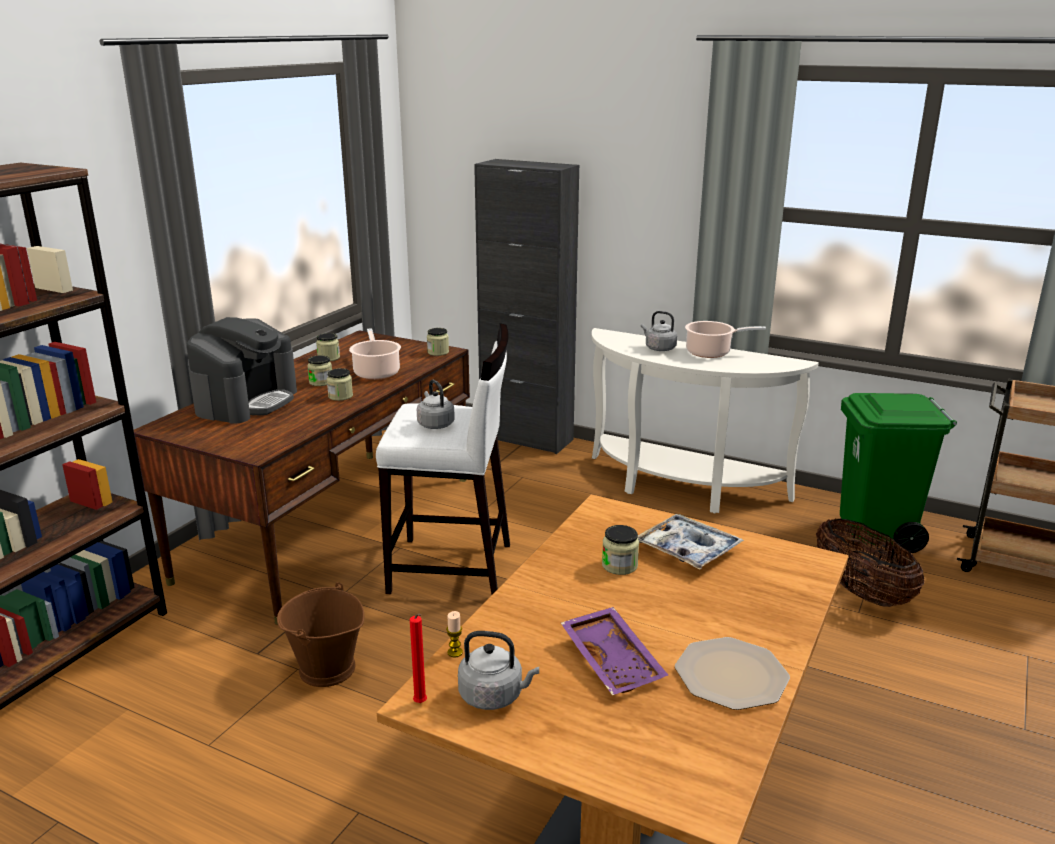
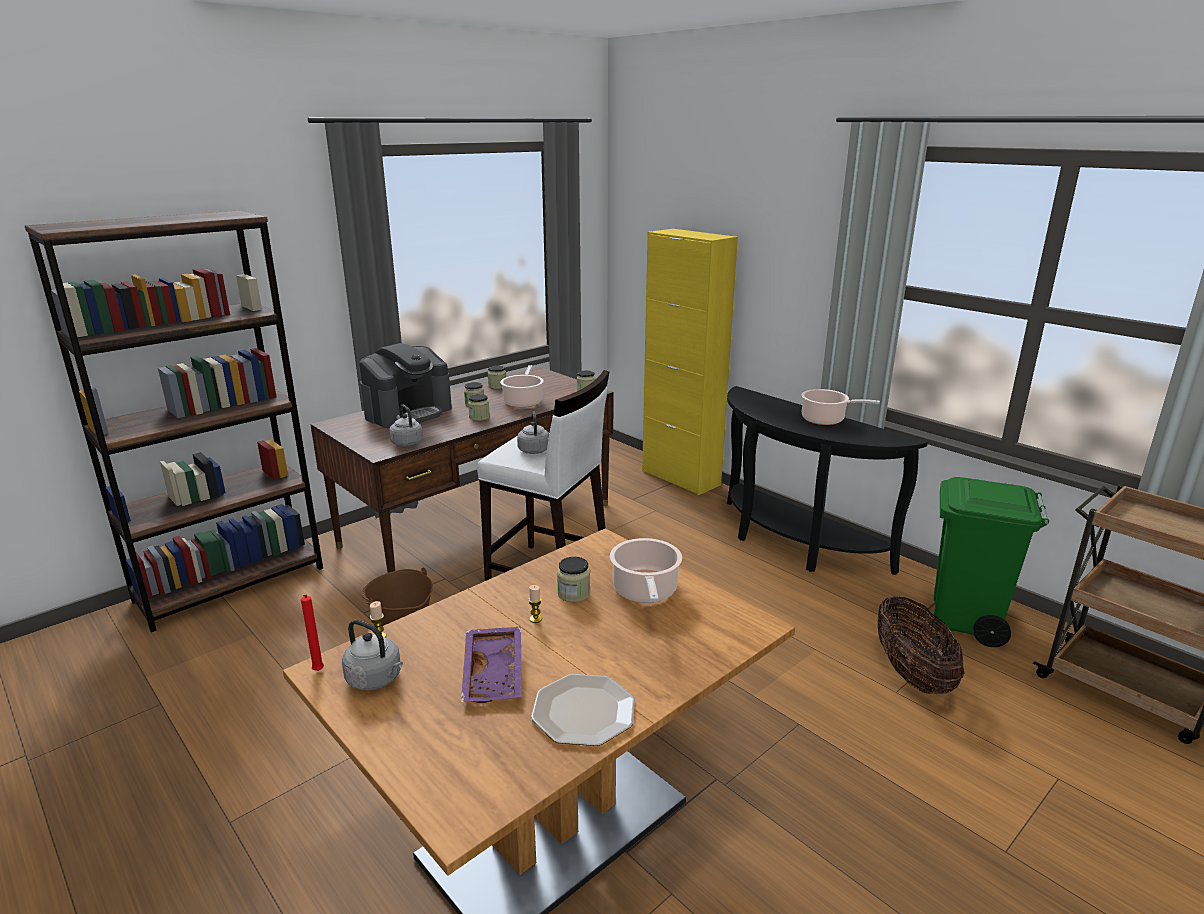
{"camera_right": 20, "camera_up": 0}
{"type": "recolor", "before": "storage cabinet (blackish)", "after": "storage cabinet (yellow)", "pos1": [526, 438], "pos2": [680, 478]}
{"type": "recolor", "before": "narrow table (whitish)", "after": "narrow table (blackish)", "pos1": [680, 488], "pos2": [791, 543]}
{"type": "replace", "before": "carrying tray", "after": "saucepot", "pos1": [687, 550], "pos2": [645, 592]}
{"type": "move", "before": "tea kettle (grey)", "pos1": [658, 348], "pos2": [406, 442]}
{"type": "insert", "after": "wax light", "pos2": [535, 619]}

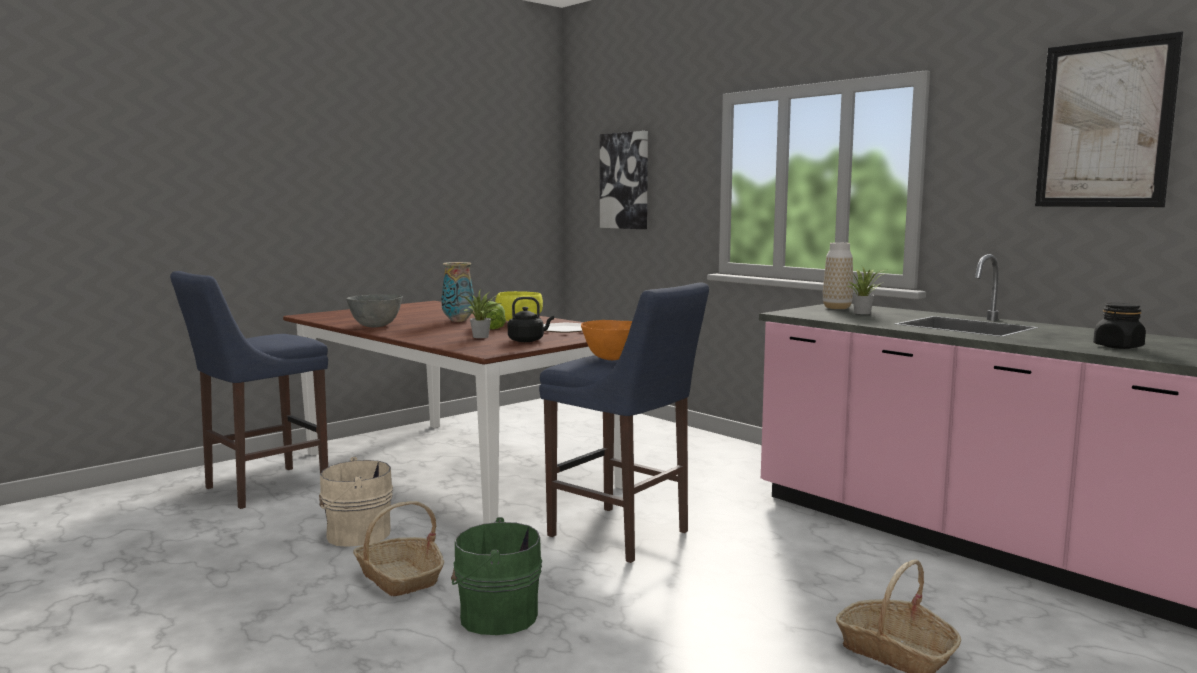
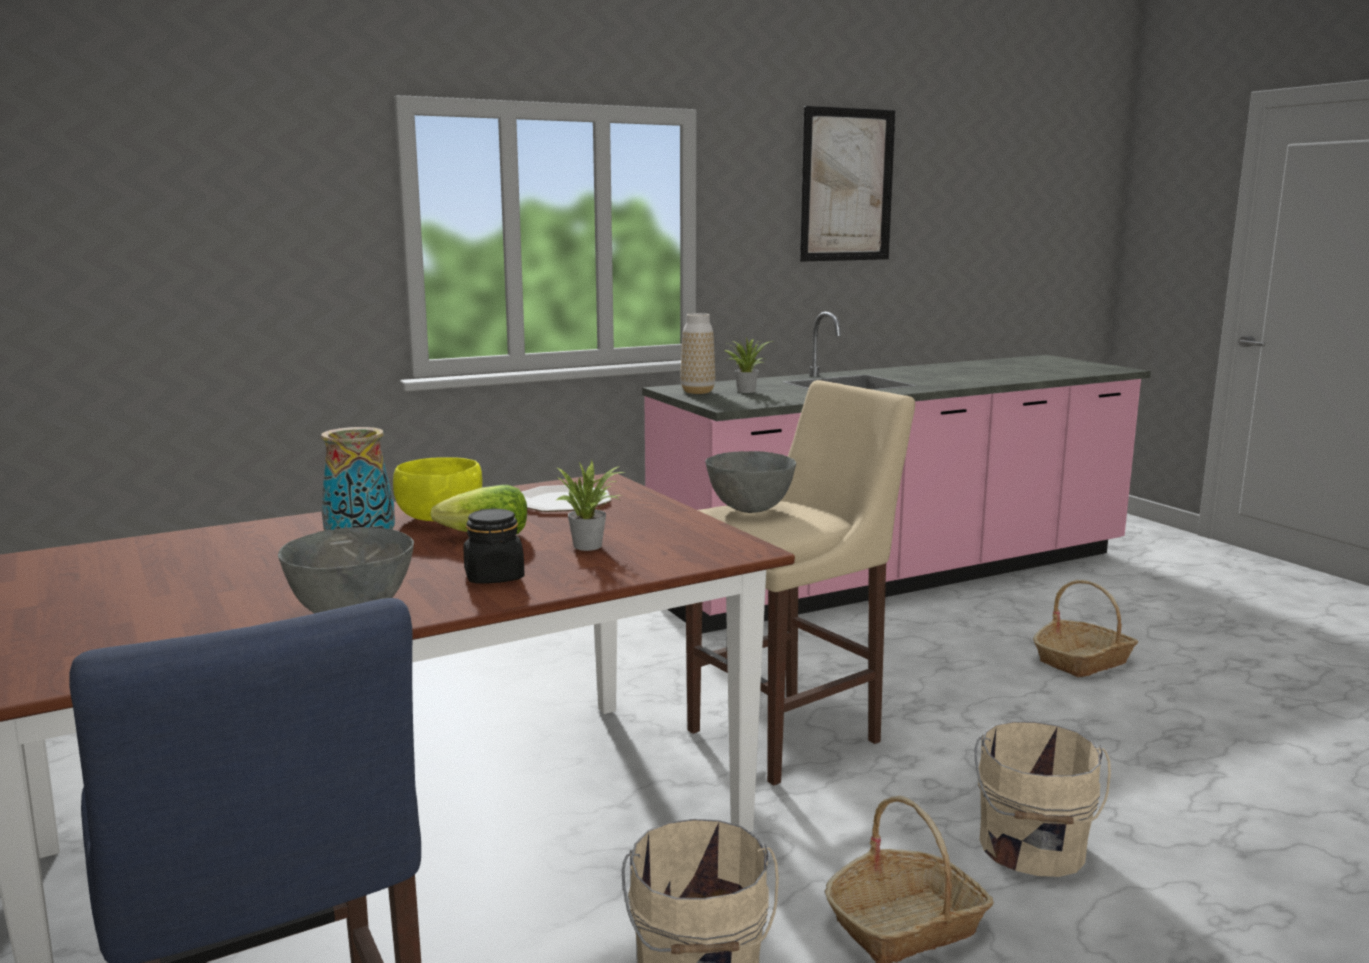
{"camera_right": -75, "camera_up": 5}
{"type": "recolor", "before": "water bucket (green)", "after": "water bucket (sand-coloured)", "pos1": [495, 616], "pos2": [1031, 849]}
{"type": "delete", "before": "tea kettle (blackish)", "pos1": [528, 340]}
{"type": "recolor", "before": "stool (blue-coloured)", "after": "stool (sand-coloured)", "pos1": [623, 535], "pos2": [791, 734]}
{"type": "recolor", "before": "deep dish (orange)", "after": "deep dish (grey)", "pos1": [612, 358], "pos2": [750, 509]}
{"type": "delete", "before": "wall art", "pos1": [625, 181]}
{"type": "move", "before": "preserve jar (blackish)", "pos1": [1118, 347], "pos2": [494, 577]}

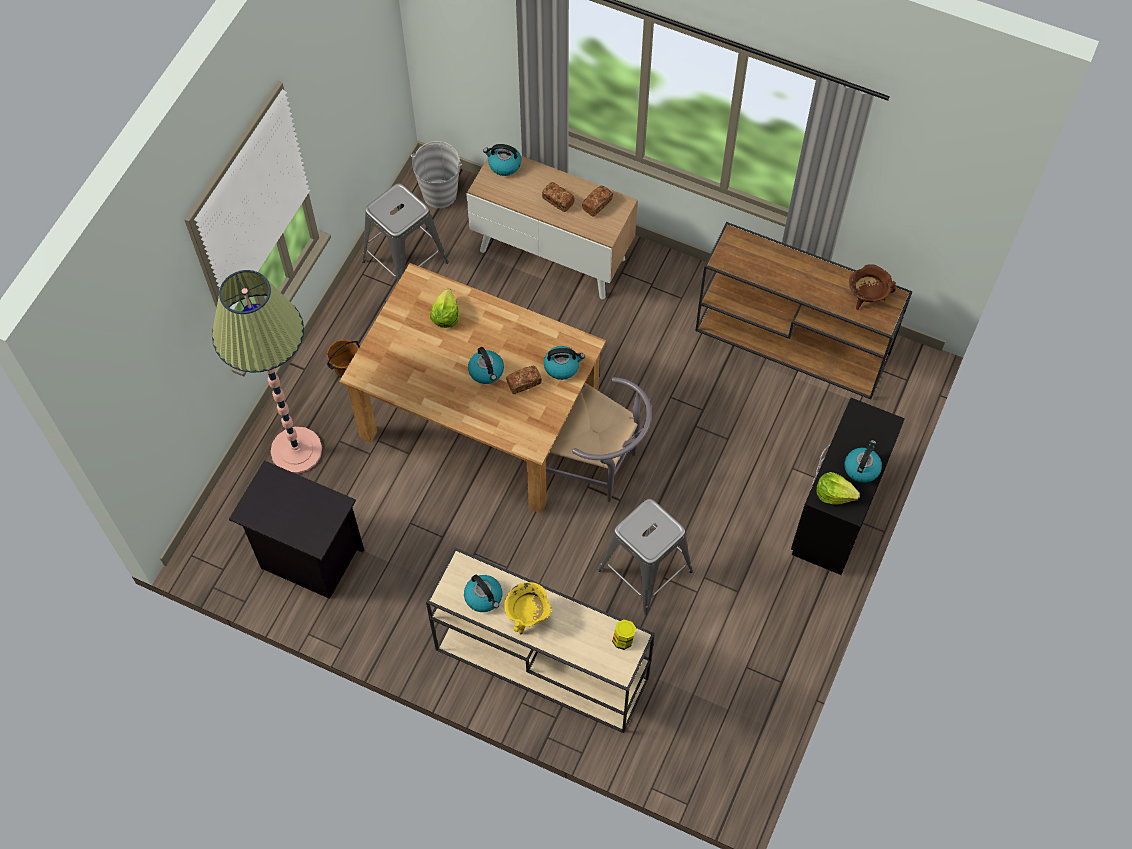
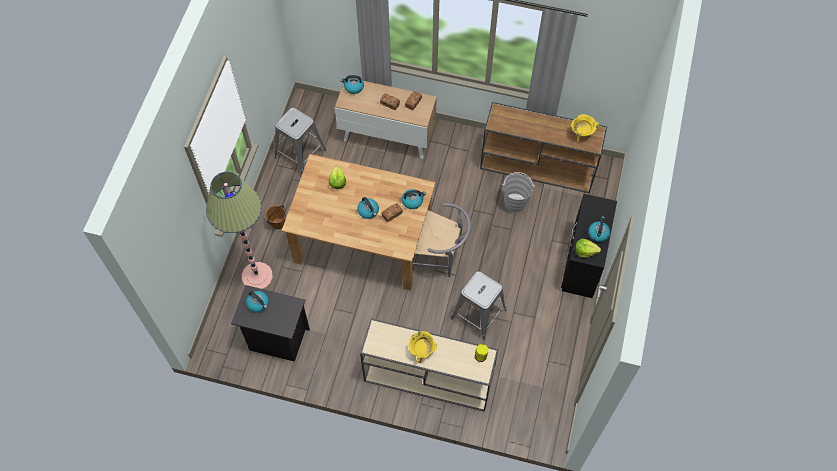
{"camera_right": -10, "camera_up": 0}
{"type": "move", "before": "water bucket (grey)", "pos1": [440, 194], "pos2": [515, 203]}
{"type": "move", "before": "tea kettle", "pos1": [484, 597], "pos2": [258, 303]}
{"type": "recolor", "before": "saucepot (brownish)", "after": "saucepot (yellow)", "pos1": [866, 298], "pos2": [581, 134]}

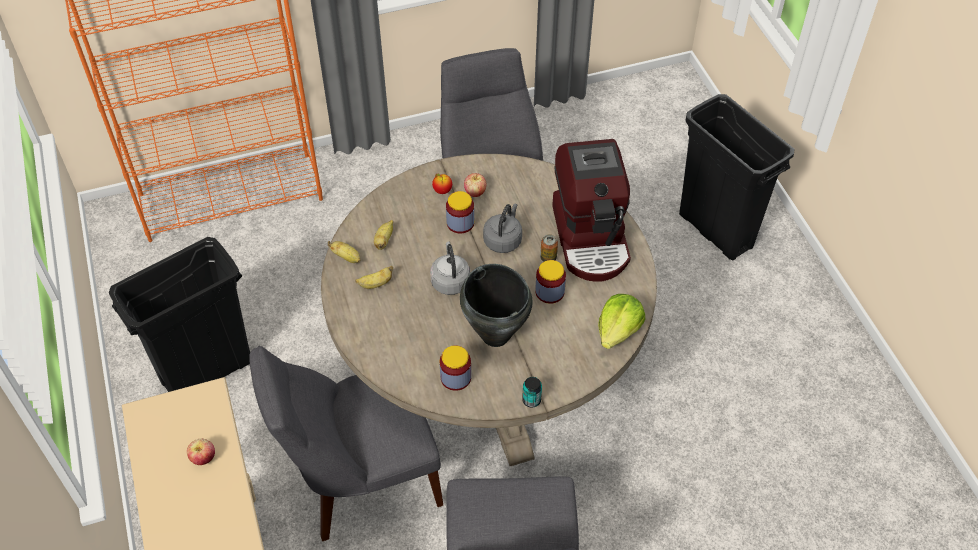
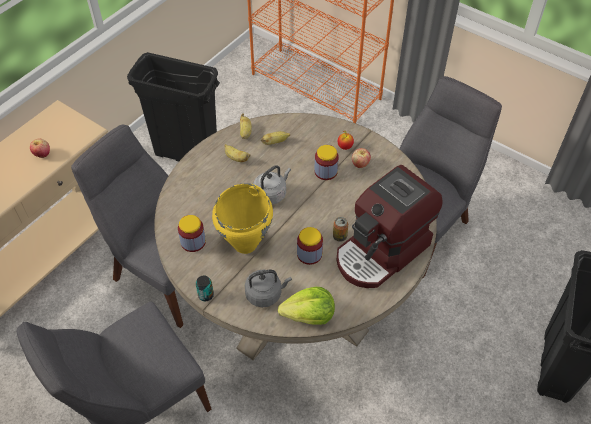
{"camera_right": 55, "camera_up": 0}
{"type": "recolor", "before": "saucepot (blackish)", "after": "saucepot (yellow)", "pos1": [496, 335], "pos2": [246, 244]}
{"type": "move", "before": "tea kettle (grey)", "pos1": [503, 240], "pos2": [265, 294]}

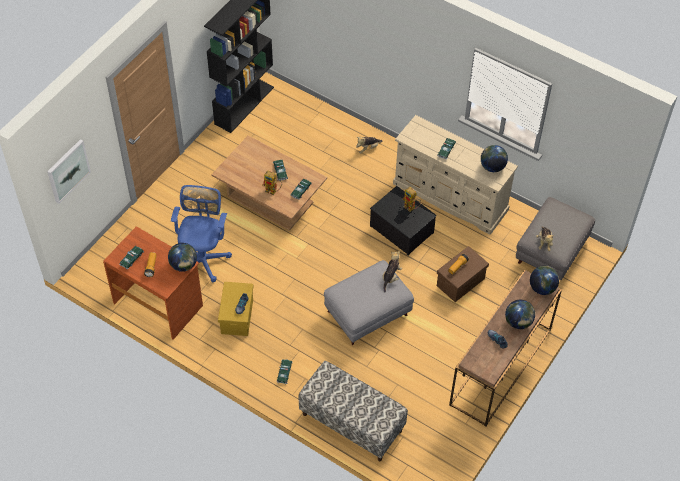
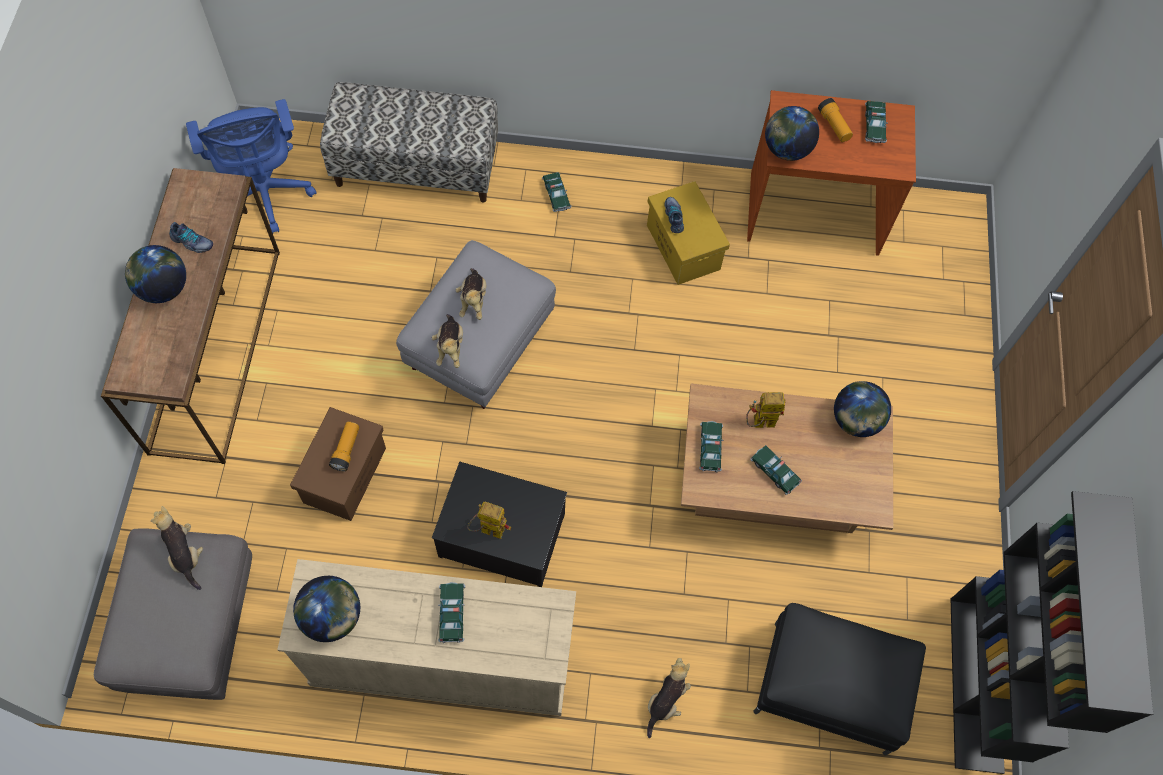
{"camera_right": 150, "camera_up": 10}
{"type": "delete", "before": "wall art", "pos1": [68, 170]}
{"type": "move", "before": "computer chair (blue-coloured)", "pos1": [203, 259], "pos2": [265, 195]}
{"type": "move", "before": "desk globe", "pos1": [542, 288], "pos2": [855, 421]}
{"type": "insert", "after": "plush toy", "pos2": [473, 301]}
{"type": "insert", "after": "pouffe (blackish)", "pos2": [829, 687]}

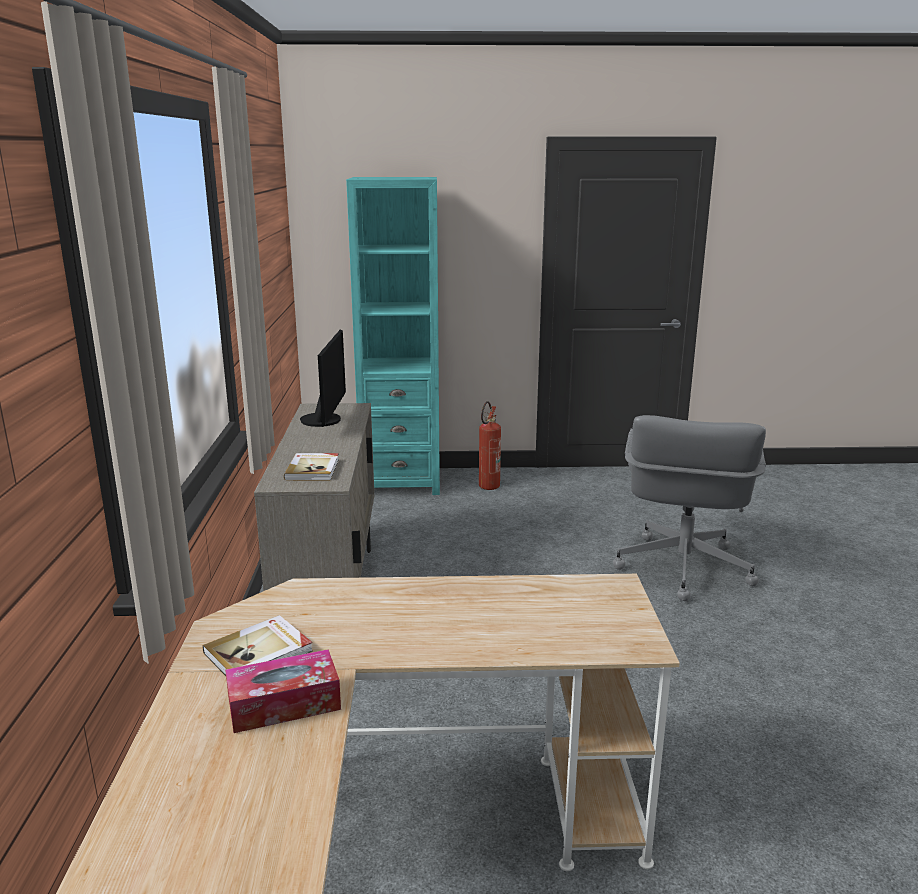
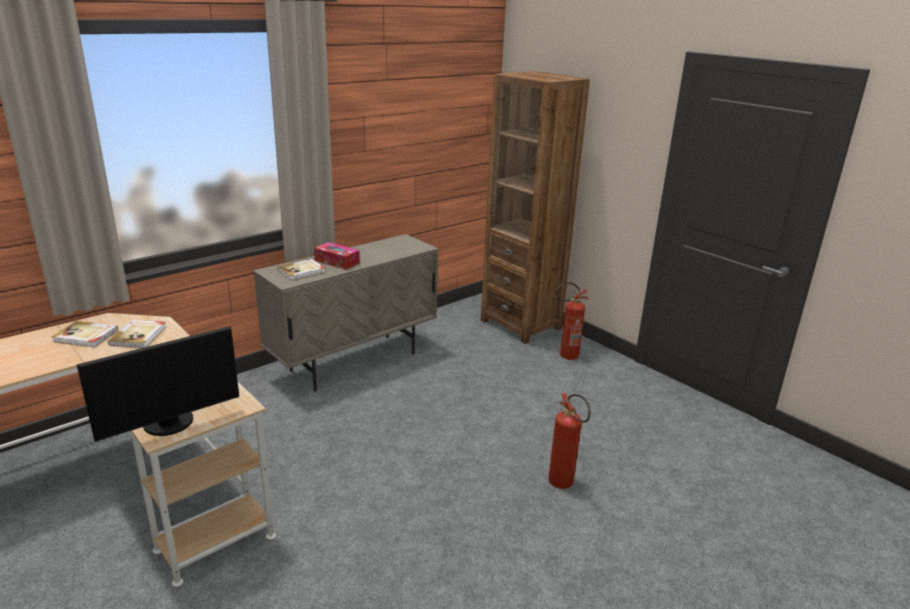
{"camera_right": 50, "camera_up": 5}
{"type": "move", "before": "tissue holder", "pos1": [284, 704], "pos2": [337, 262]}
{"type": "move", "before": "computer display", "pos1": [325, 420], "pos2": [170, 424]}
{"type": "recolor", "before": "bookshelf (blue-green)", "after": "bookshelf (brownish)", "pos1": [401, 482], "pos2": [521, 324]}
{"type": "replace", "before": "computer chair (grey)", "after": "extinguisher", "pos1": [681, 568], "pos2": [564, 485]}
{"type": "insert", "after": "bound book", "pos2": [139, 335]}

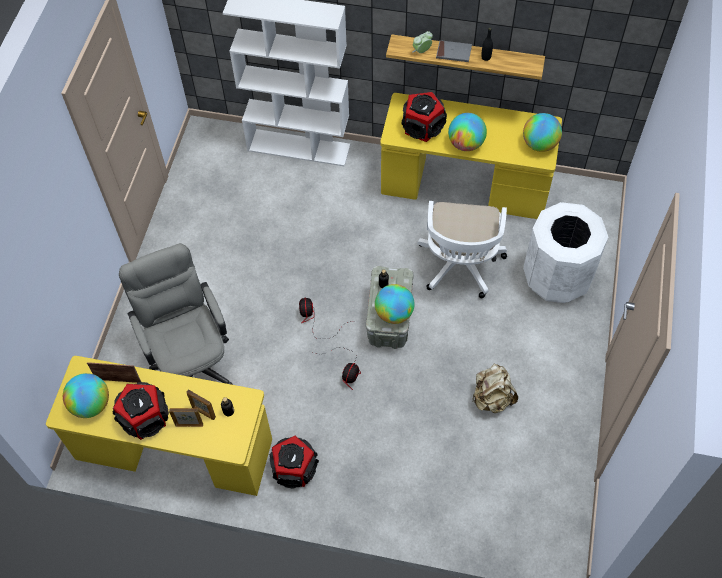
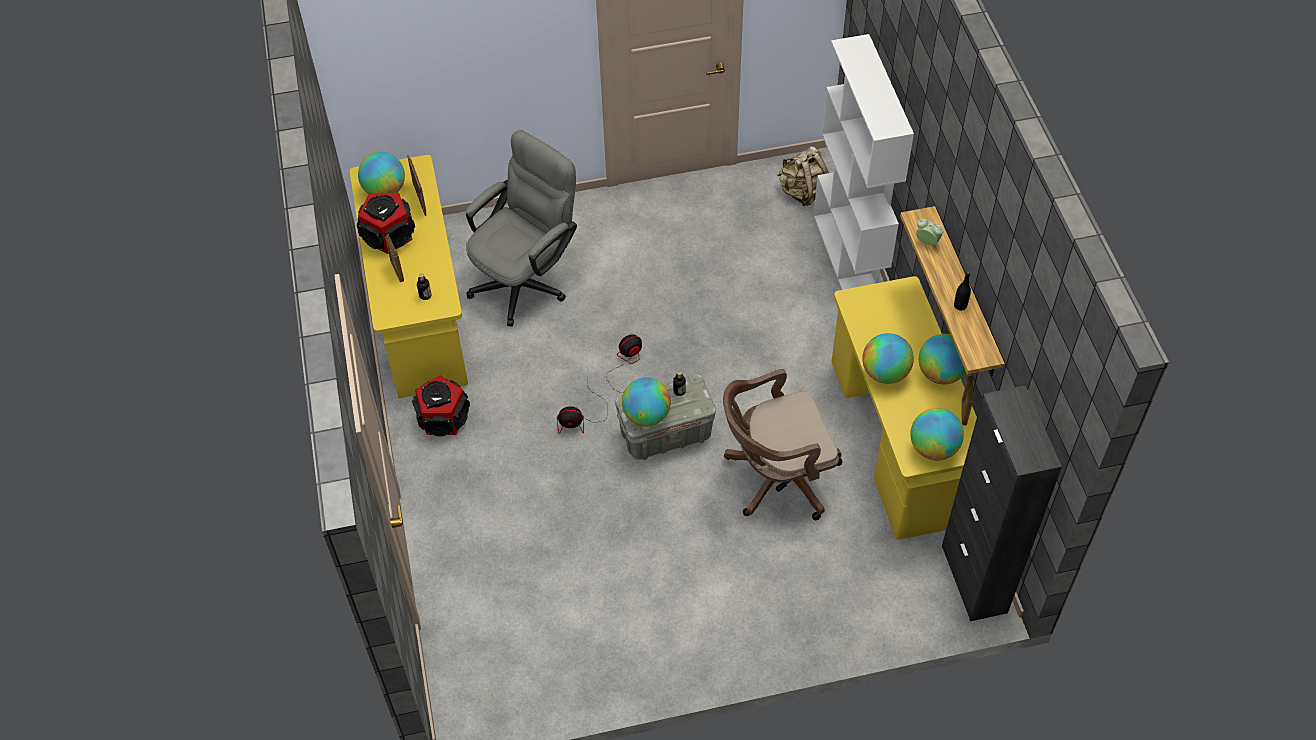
{"camera_right": 65, "camera_up": -5}
{"type": "move", "before": "photo frame", "pos1": [203, 412], "pos2": [964, 412]}
{"type": "delete", "before": "loudspeaker", "pos1": [423, 127]}
{"type": "recolor", "before": "computer chair (whitish)", "after": "computer chair (brownish)", "pos1": [460, 267], "pos2": [776, 477]}
{"type": "delete", "before": "bound book (grey)", "pos1": [453, 53]}
{"type": "move", "before": "rucksack (sand-coloured)", "pos1": [492, 398], "pos2": [802, 192]}
{"type": "delete", "before": "trash can (whitish)", "pos1": [557, 278]}
{"type": "insert", "after": "desk globe", "pos2": [941, 373]}
{"type": "insert", "after": "storage cabinet (blackish)", "pos2": [974, 579]}

